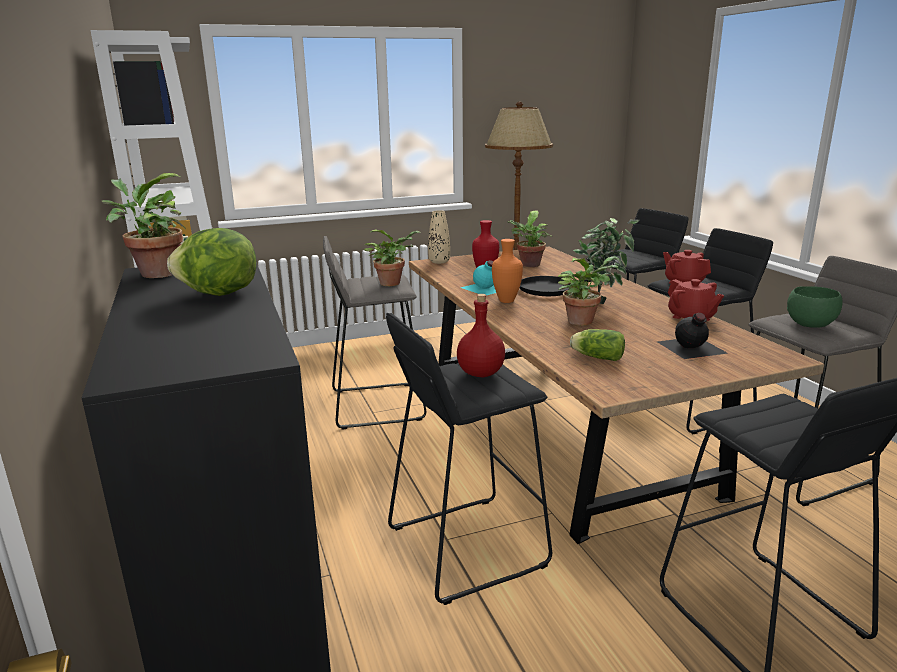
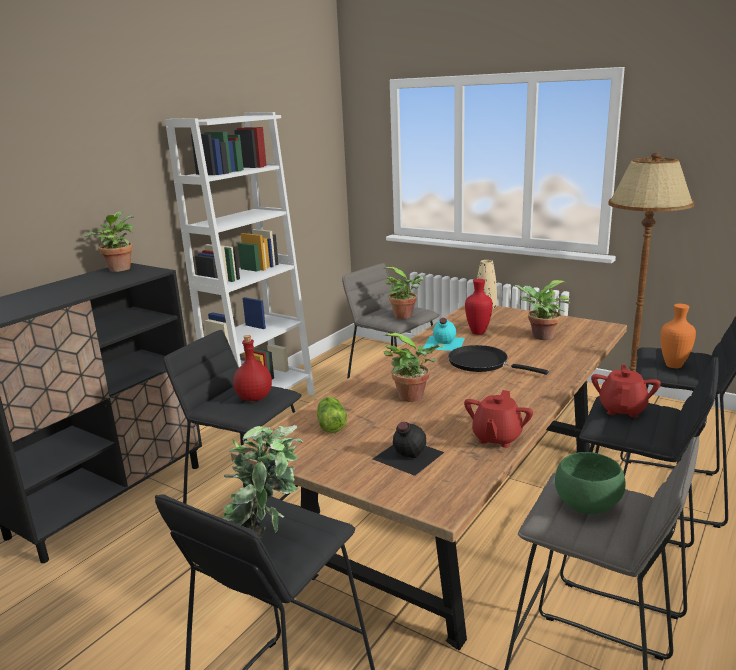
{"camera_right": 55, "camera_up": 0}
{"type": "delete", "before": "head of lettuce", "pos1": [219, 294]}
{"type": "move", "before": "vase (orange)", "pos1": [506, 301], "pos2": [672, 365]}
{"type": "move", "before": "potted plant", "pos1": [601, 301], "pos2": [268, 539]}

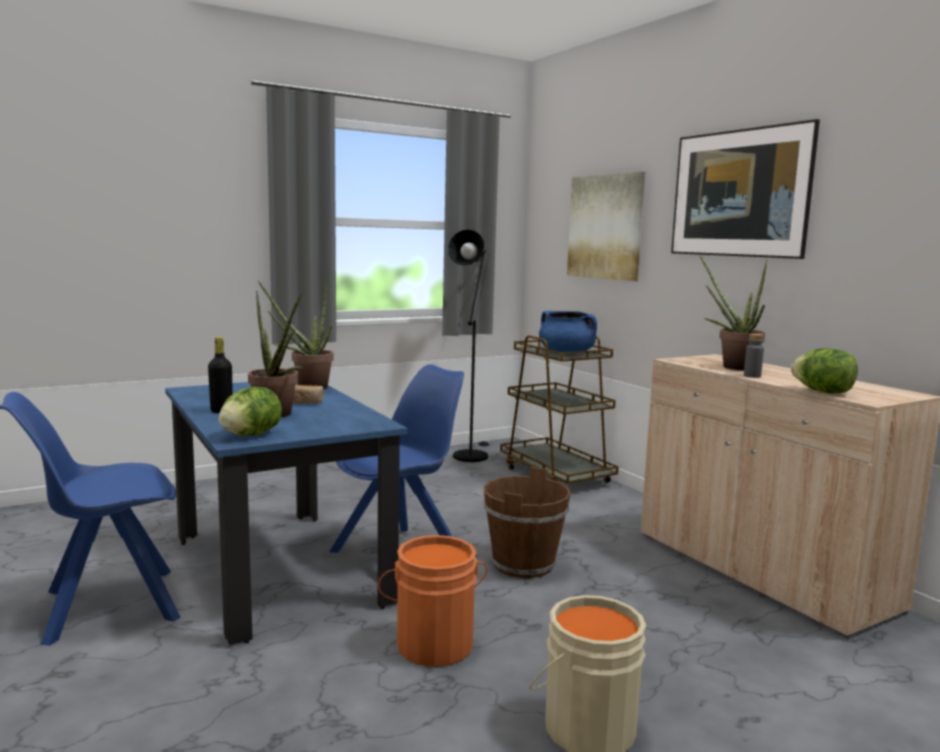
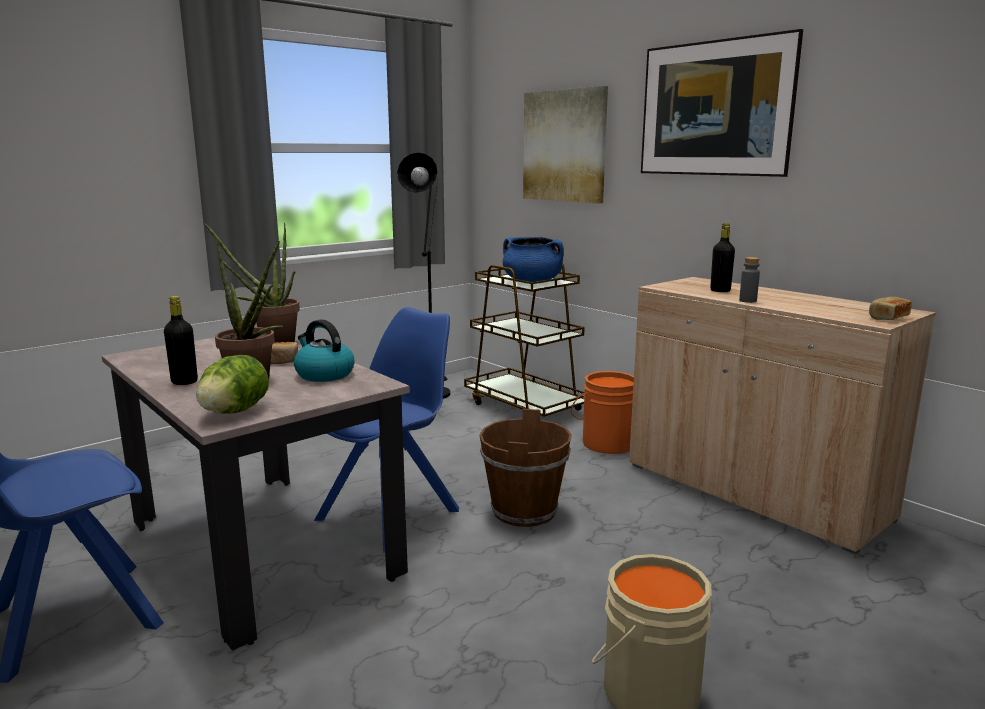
{"camera_right": -10, "camera_up": 5}
{"type": "recolor", "before": "dining table (blue-coloured)", "after": "dining table (sand-coloured)", "pos1": [278, 569], "pos2": [262, 548]}
{"type": "move", "before": "water bucket (orange)", "pos1": [434, 643], "pos2": [606, 443]}
{"type": "replace", "before": "potted plant", "after": "beverage bottle (blackish)", "pos1": [731, 366], "pos2": [720, 291]}
{"type": "delete", "before": "head of lettuce", "pos1": [823, 392]}
{"type": "insert", "after": "tea kettle", "pos2": [324, 374]}
{"type": "insert", "after": "baked bread", "pos2": [887, 318]}

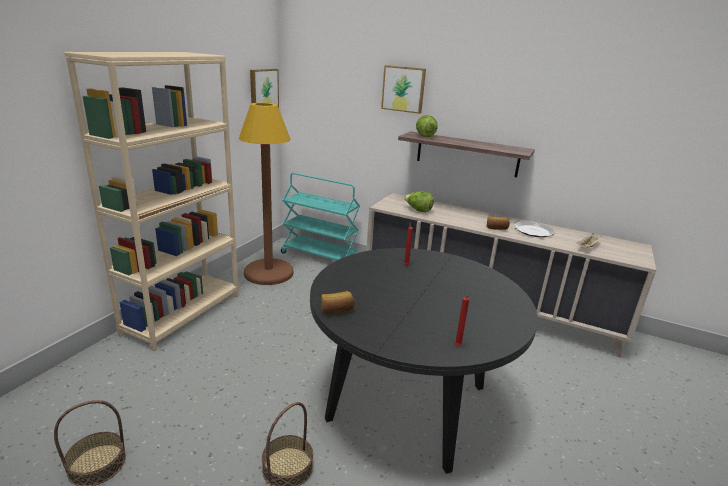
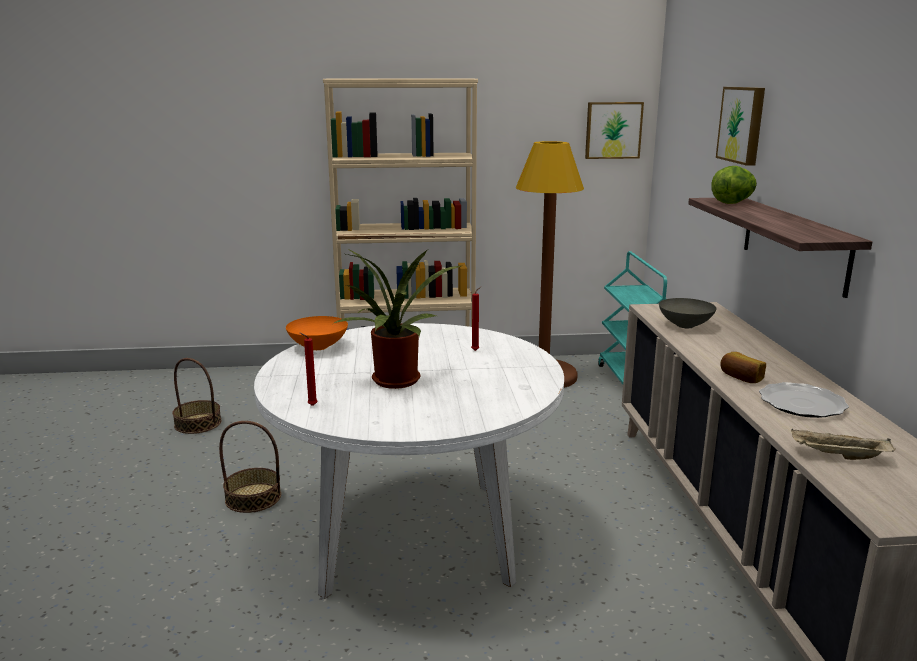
{"camera_right": 60, "camera_up": -5}
{"type": "recolor", "before": "dining table (blackish)", "after": "dining table (whitish)", "pos1": [408, 402], "pos2": [414, 535]}
{"type": "replace", "before": "baked bread", "after": "deep dish (orange)", "pos1": [337, 310], "pos2": [318, 346]}
{"type": "replace", "before": "head of lettuce", "after": "deep dish (grey)", "pos1": [418, 210], "pos2": [684, 325]}
{"type": "insert", "after": "potted plant", "pos2": [396, 382]}

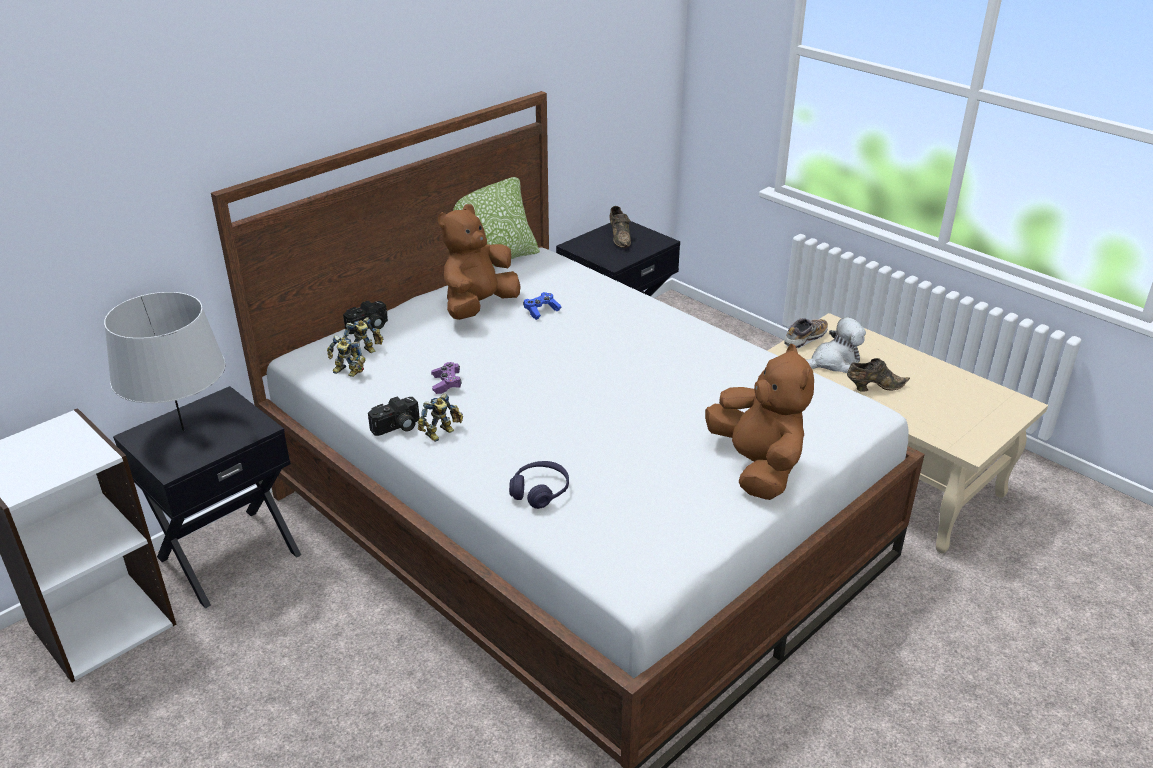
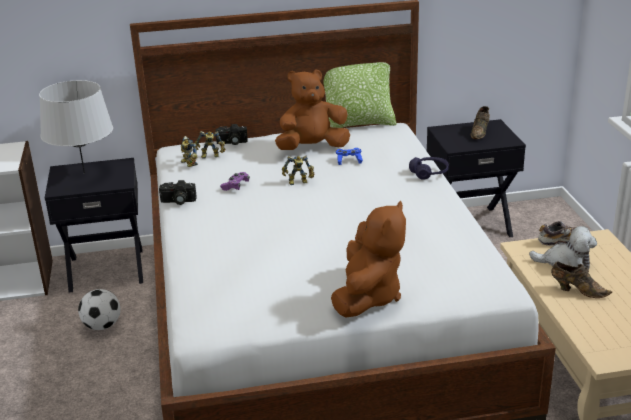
{"camera_right": 35, "camera_up": -5}
{"type": "move", "before": "model robot", "pos1": [442, 433], "pos2": [298, 182]}
{"type": "move", "before": "headphones (purplish)", "pos1": [540, 491], "pos2": [429, 173]}
{"type": "insert", "after": "football", "pos2": [102, 326]}

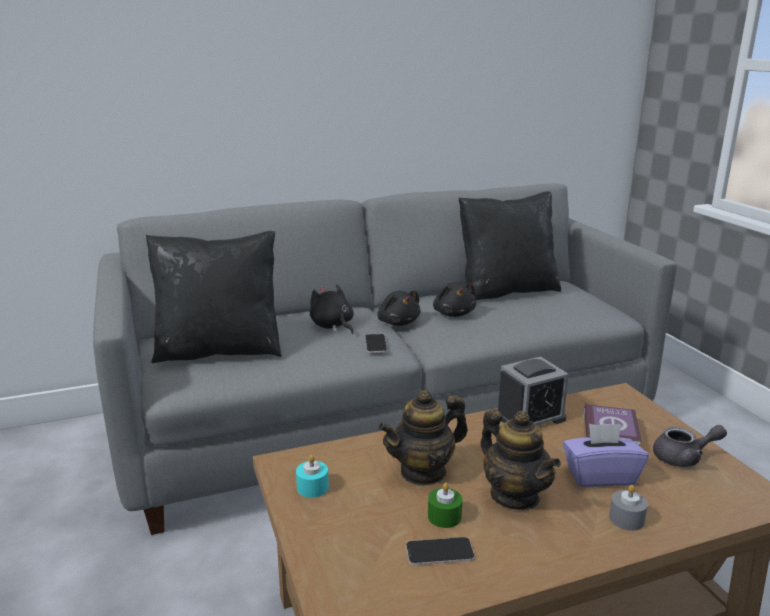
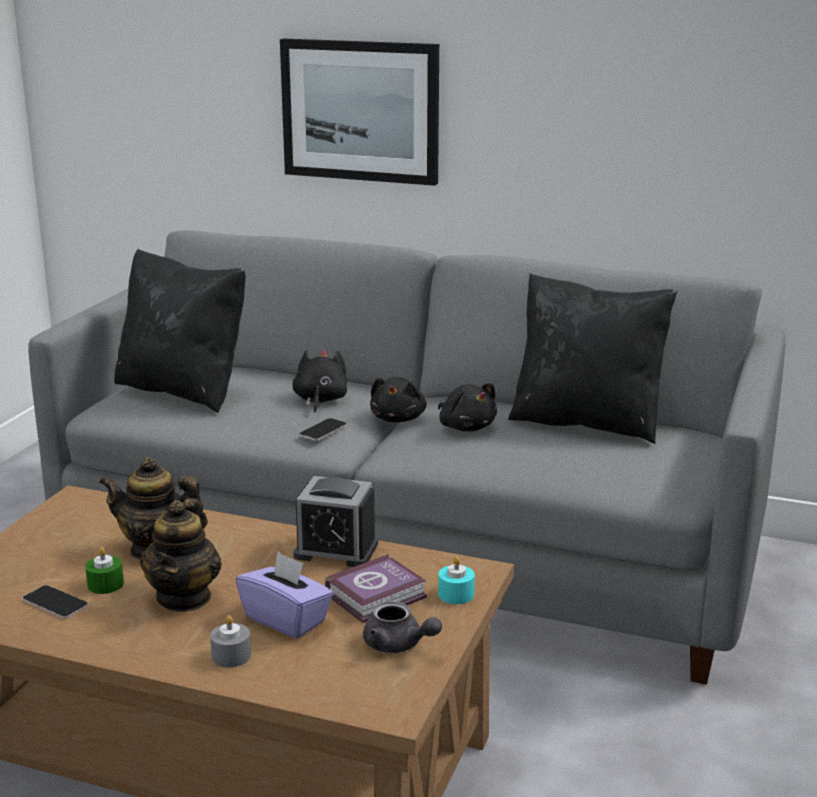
{"camera_right": 40, "camera_up": 0}
{"type": "move", "before": "wax light (blue-green)", "pos1": [312, 487], "pos2": [456, 594]}
{"type": "rotate", "before": "plush toy (blackish)", "pos1": [453, 313], "pos2": [466, 427], "turn": -60}
{"type": "insert", "after": "wall art", "pos2": [360, 111]}

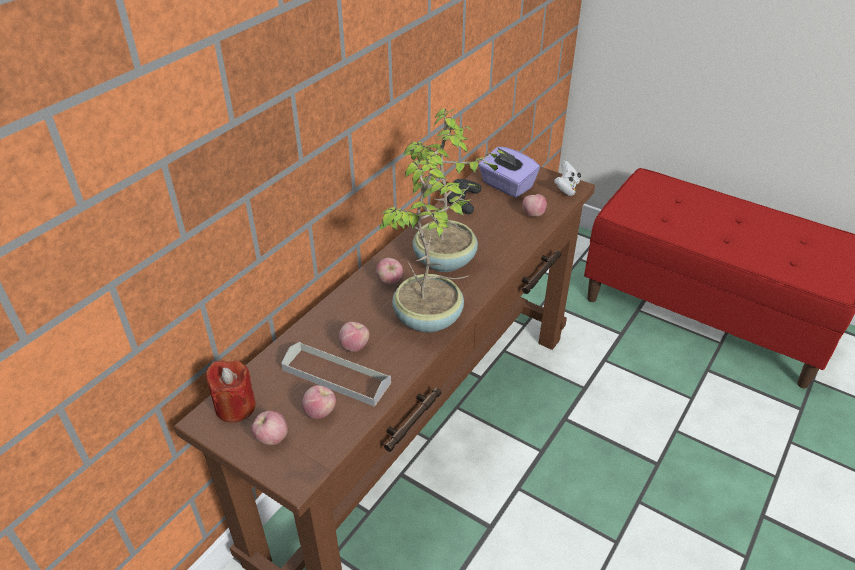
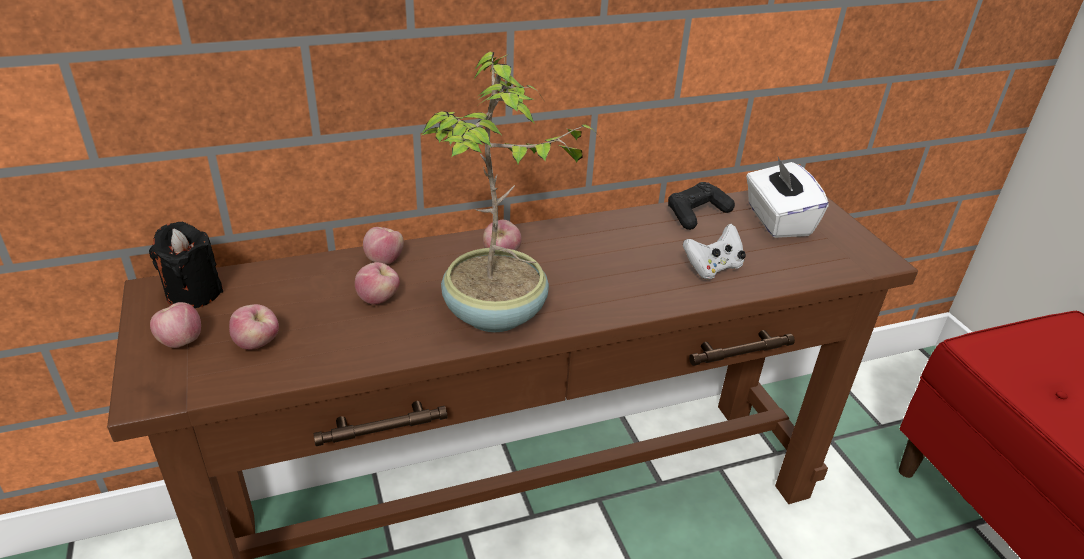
{"camera_right": 35, "camera_up": -5}
{"type": "recolor", "before": "wax light (reddish)", "after": "wax light (blackish)", "pos1": [235, 407], "pos2": [193, 293]}
{"type": "delete", "before": "carrying tray (grey)", "pos1": [336, 376]}
{"type": "delete", "before": "potted plant", "pos1": [445, 262]}
{"type": "recolor", "before": "tissue holder (purplish)", "after": "tissue holder (whitish)", "pos1": [506, 186], "pos2": [777, 220]}
{"type": "move", "before": "apple fruit", "pos1": [533, 214], "pos2": [384, 260]}
{"type": "move", "before": "joypad (whitish)", "pos1": [566, 188], "pos2": [713, 268]}

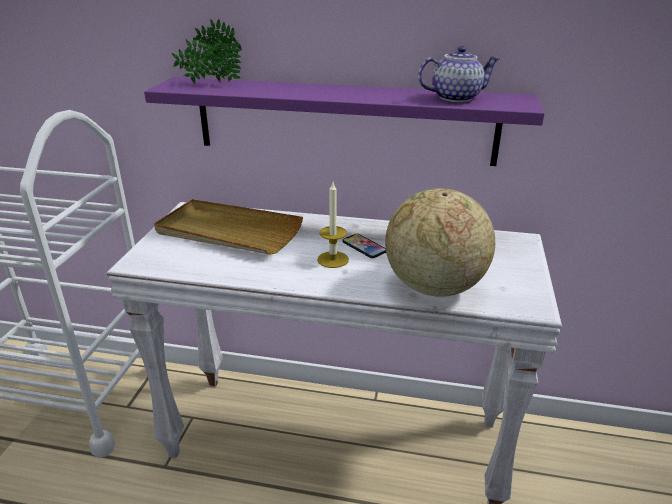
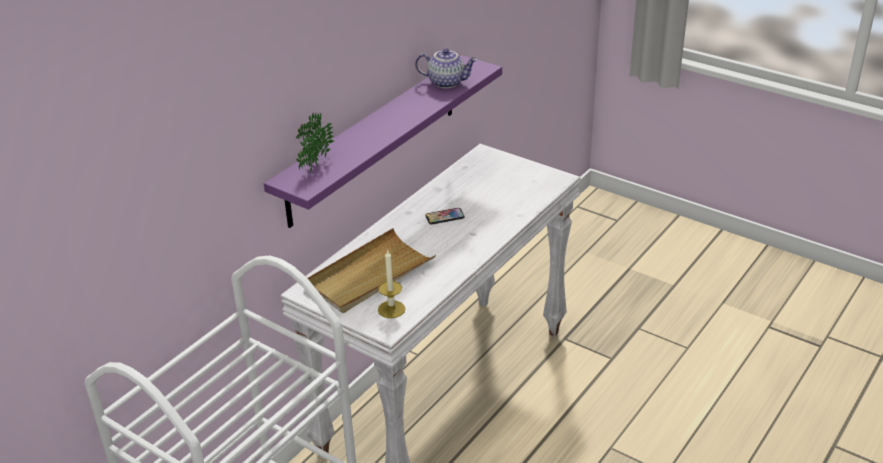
{"camera_right": -65, "camera_up": 5}
{"type": "move", "before": "wax light", "pos1": [333, 259], "pos2": [391, 309]}
{"type": "delete", "before": "desk globe", "pos1": [433, 287]}
{"type": "rotate", "before": "teapot", "pos1": [455, 97], "pos2": [447, 82], "turn": 90}

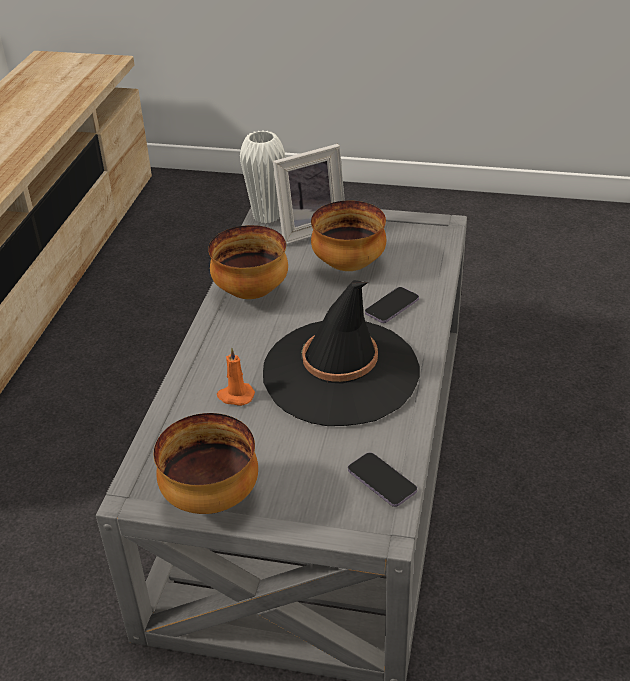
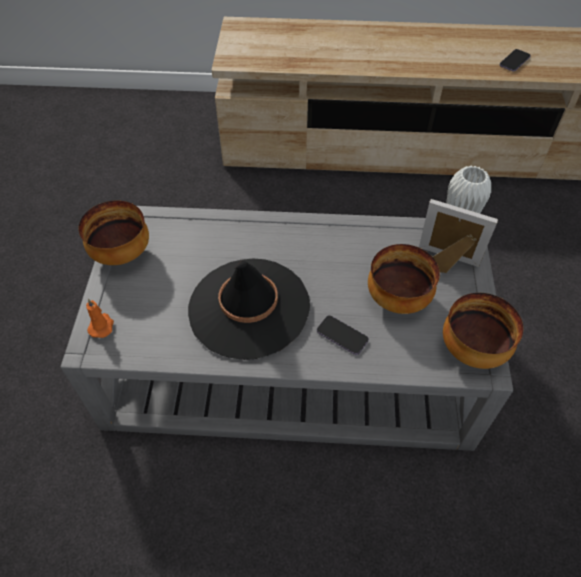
{"camera_right": 80, "camera_up": 15}
{"type": "move", "before": "deep dish", "pos1": [252, 292], "pos2": [472, 350]}
{"type": "move", "before": "wax light (orange)", "pos1": [235, 396], "pos2": [101, 326]}
{"type": "rotate", "before": "photo frame", "pos1": [309, 228], "pos2": [445, 264], "turn": 150}
{"type": "move", "before": "phone", "pos1": [382, 481], "pos2": [514, 61]}

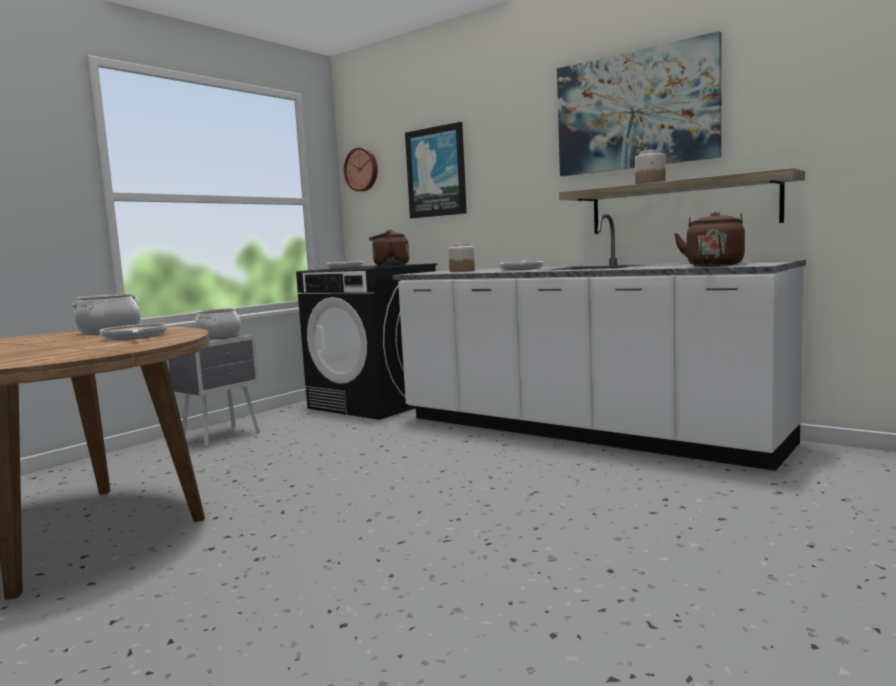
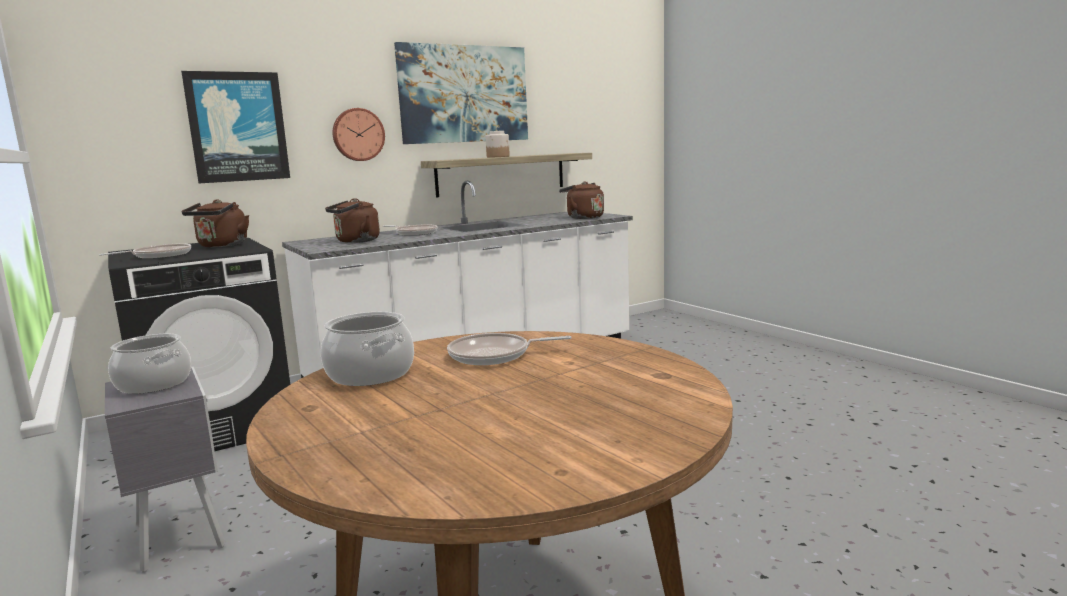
{"camera_right": -70, "camera_up": 5}
{"type": "move", "before": "wall clock", "pos1": [362, 170], "pos2": [358, 134]}
{"type": "replace", "before": "preserve jar", "after": "tea kettle (brownish)", "pos1": [462, 271], "pos2": [355, 241]}

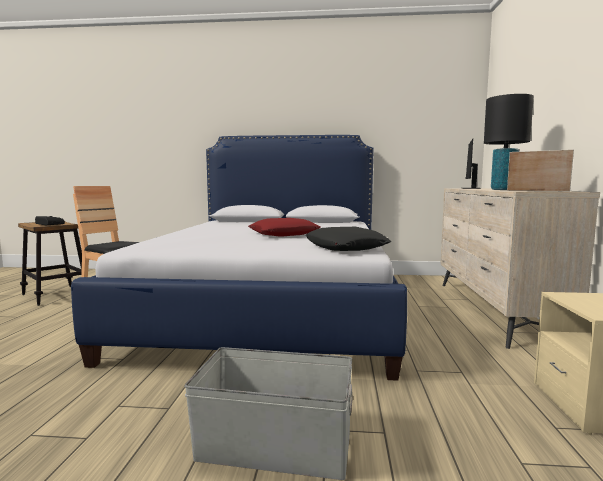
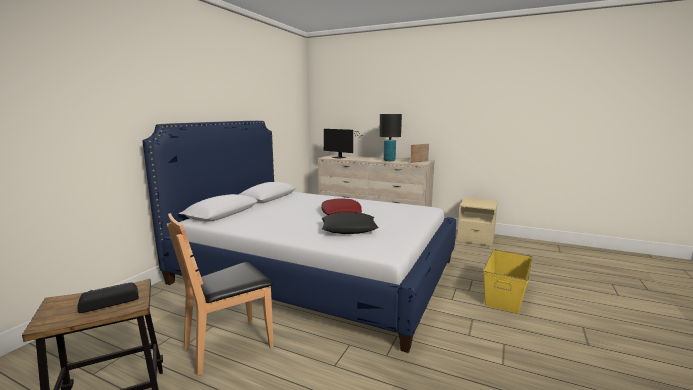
{"camera_right": -70, "camera_up": 5}
{"type": "recolor", "before": "storage bin (grey)", "after": "storage bin (yellow)", "pos1": [275, 447], "pos2": [505, 295]}
{"type": "move", "before": "cushion (blackish)", "pos1": [346, 247], "pos2": [349, 229]}

